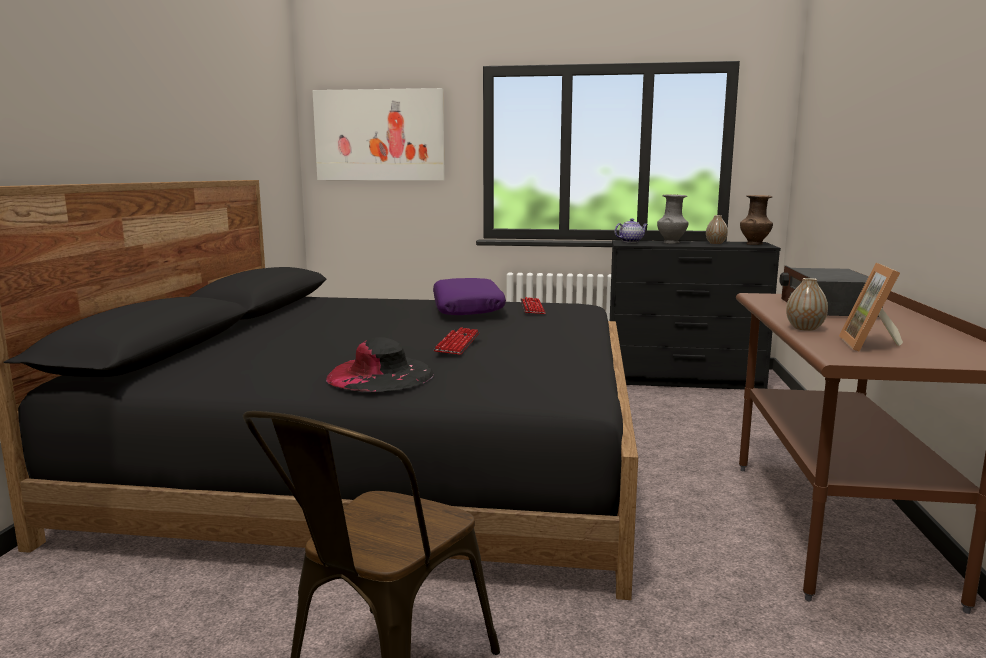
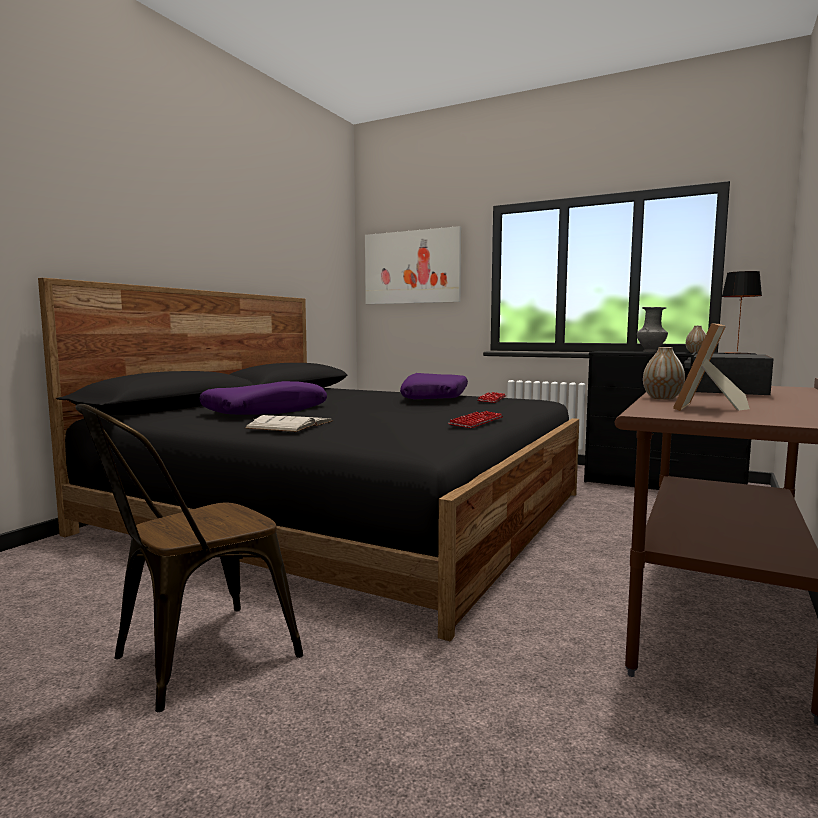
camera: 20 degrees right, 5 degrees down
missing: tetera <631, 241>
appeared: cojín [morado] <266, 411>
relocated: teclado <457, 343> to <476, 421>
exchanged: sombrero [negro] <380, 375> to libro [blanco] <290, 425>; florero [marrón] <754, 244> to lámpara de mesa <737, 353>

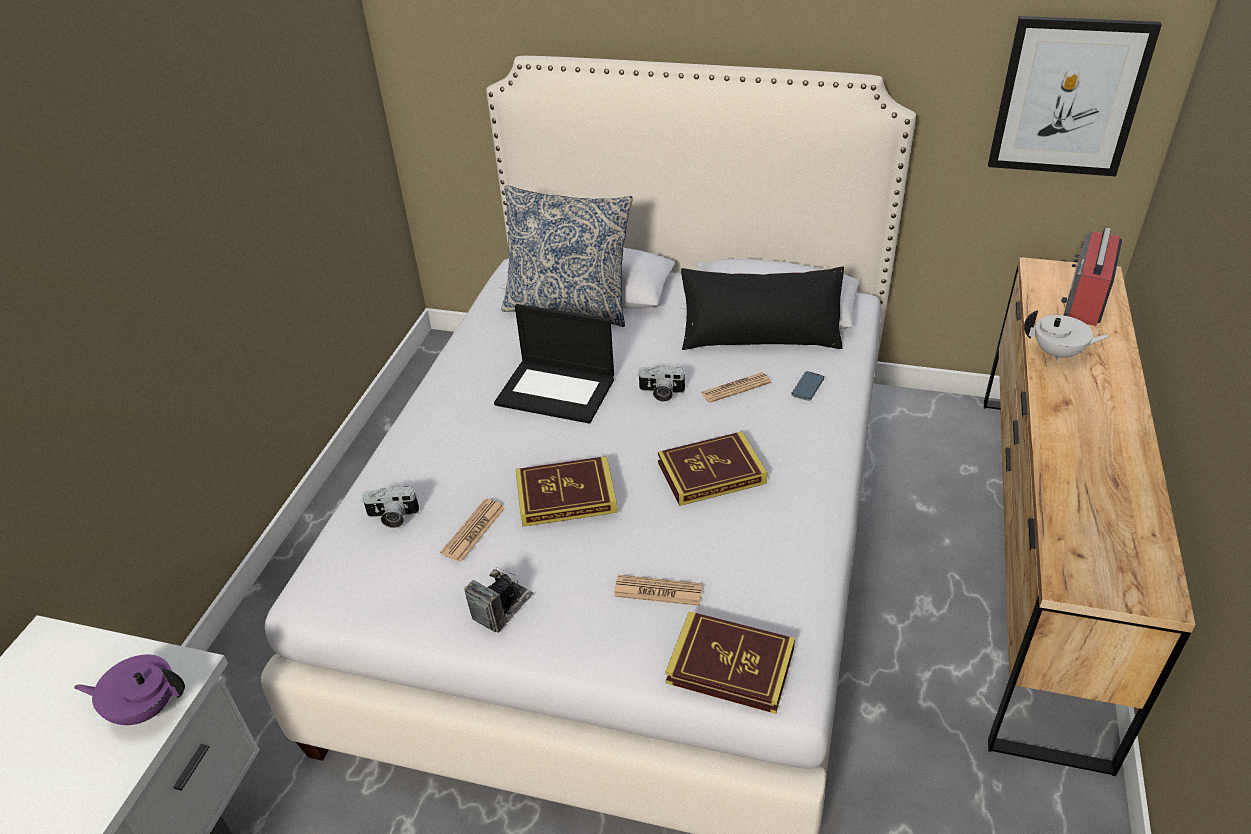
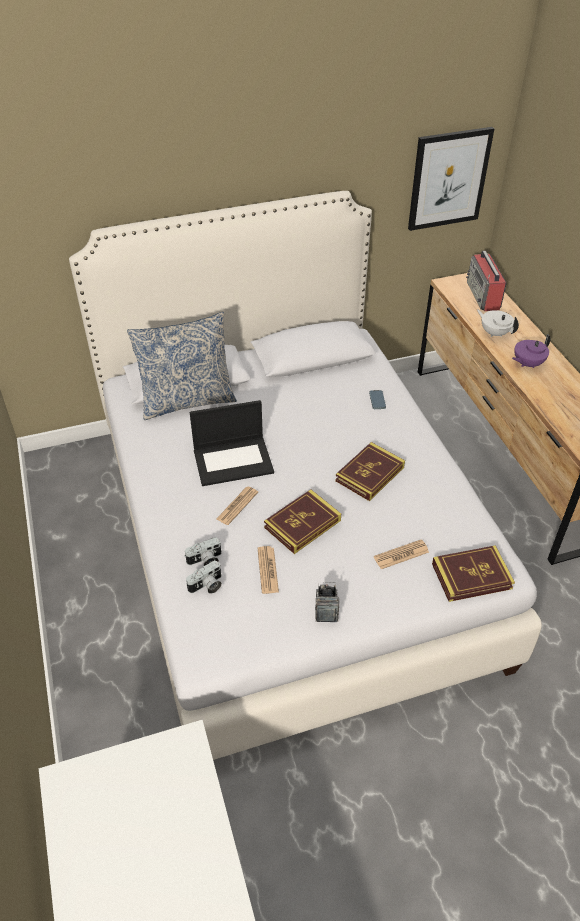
camera: 35 degrees left, 5 degrees up
missing: cojín [negro] <760, 338>
relocated: tetera [morado] <145, 707> to <527, 364>; cámara <661, 393> to <205, 561>; periódico <735, 388> to <237, 506>
spun: tetera [blanco] <1058, 353> = <494, 333> 120 degrees counterclockwise

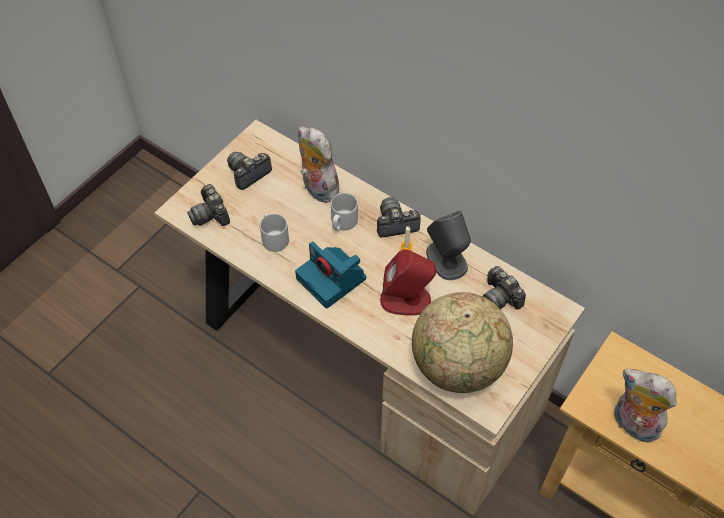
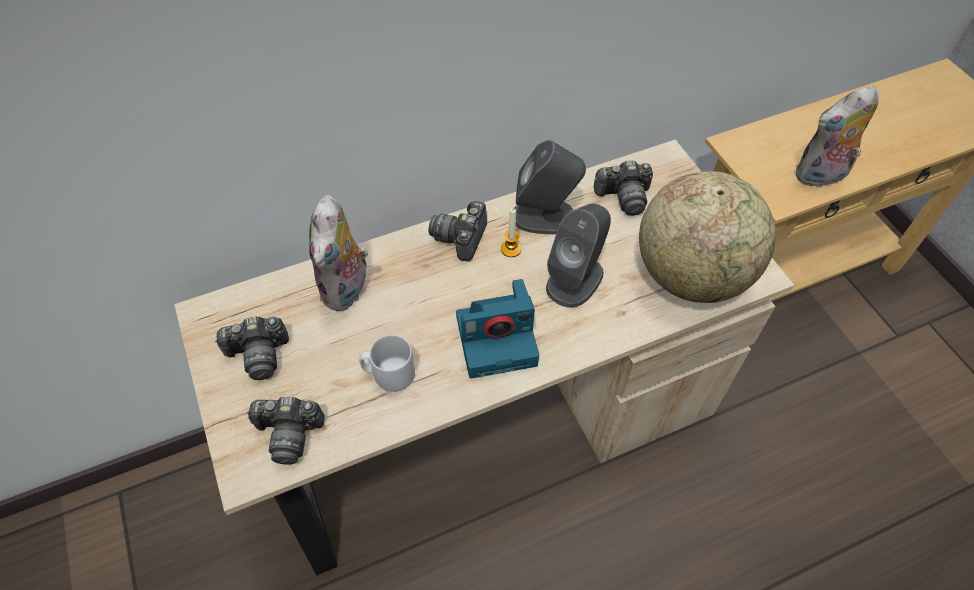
camera: 60 degrees left, 0 degrees up
missing: taza grande [gris] <342, 223>
colour: altavoz [rojo] <406, 300> to altavoz [gris] <575, 279>
spun: cámara <248, 174> = <259, 354> 90 degrees counterclockwise; peluche <317, 188> = <347, 289> 75 degrees counterclockwise

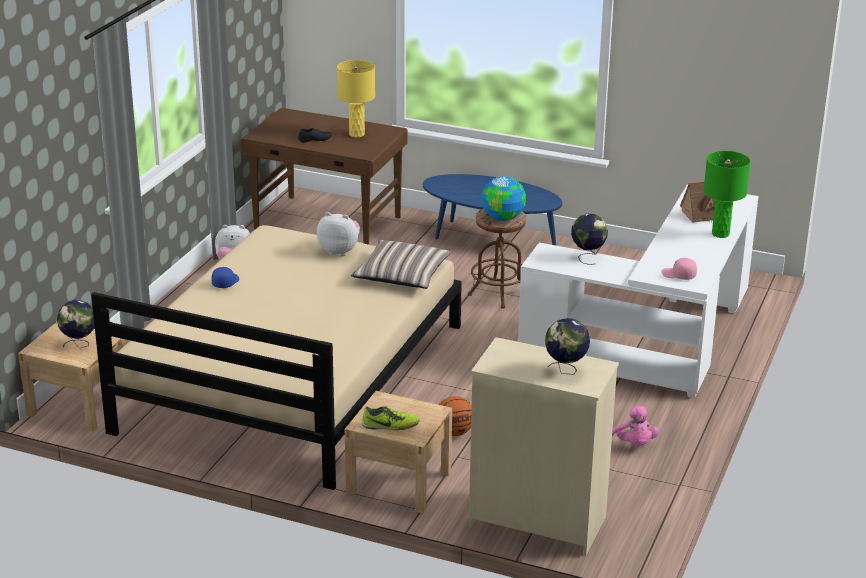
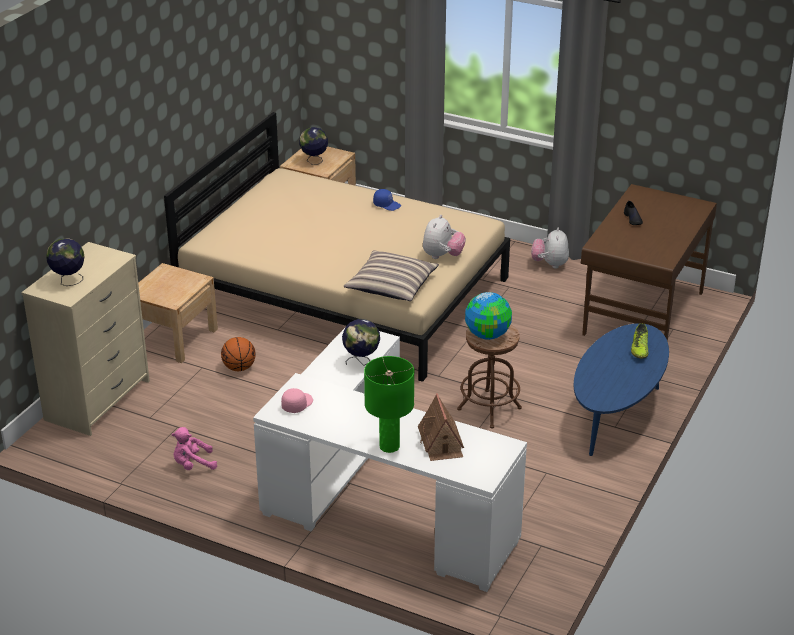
camera: 95 degrees right, 5 degrees up
missing: lámpara de mesa [amarillo] <356, 134>
relocated: zapato <390, 426> to <639, 349>

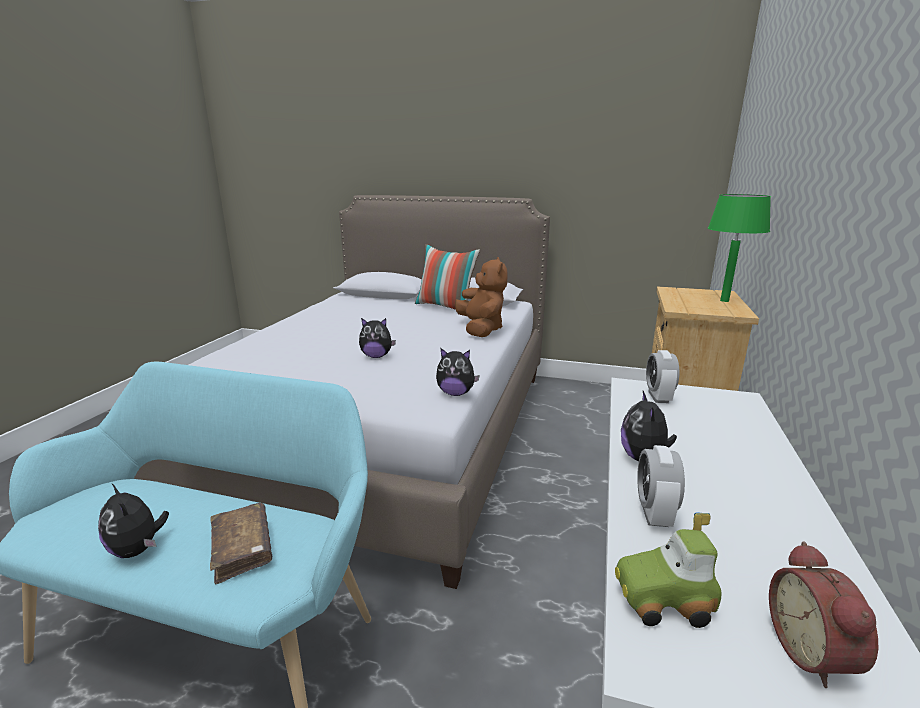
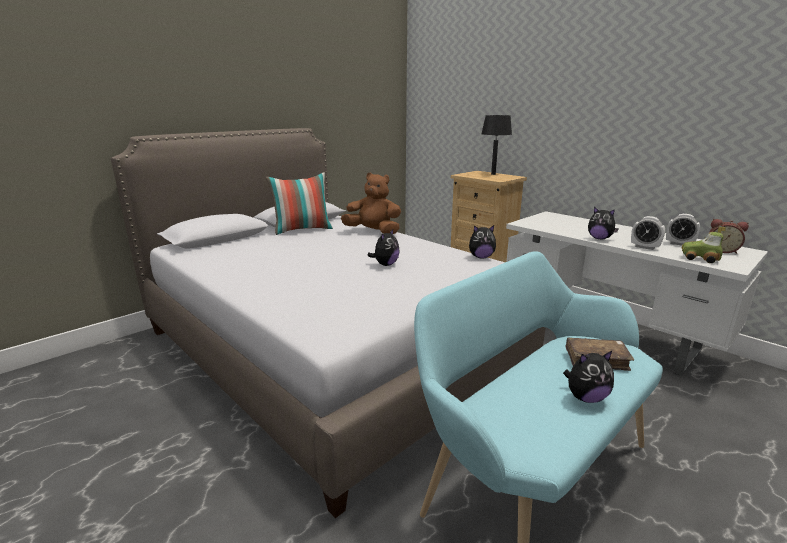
camera: 60 degrees left, 0 degrees up
relocated: despertador <658, 397> to <679, 244>
colour: lámpara de mesa [verde] <724, 300> to lámpara de mesa [negro] <493, 174>
spun: peluche <456, 393> = <481, 257> 45 degrees clockwise; coche de juguete <663, 600> = <700, 258> 90 degrees clockwise

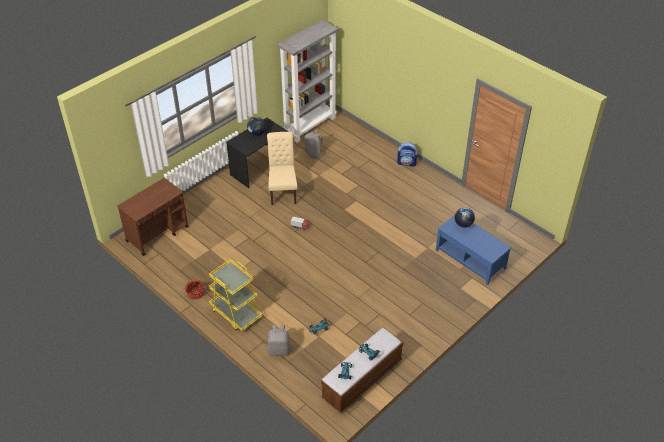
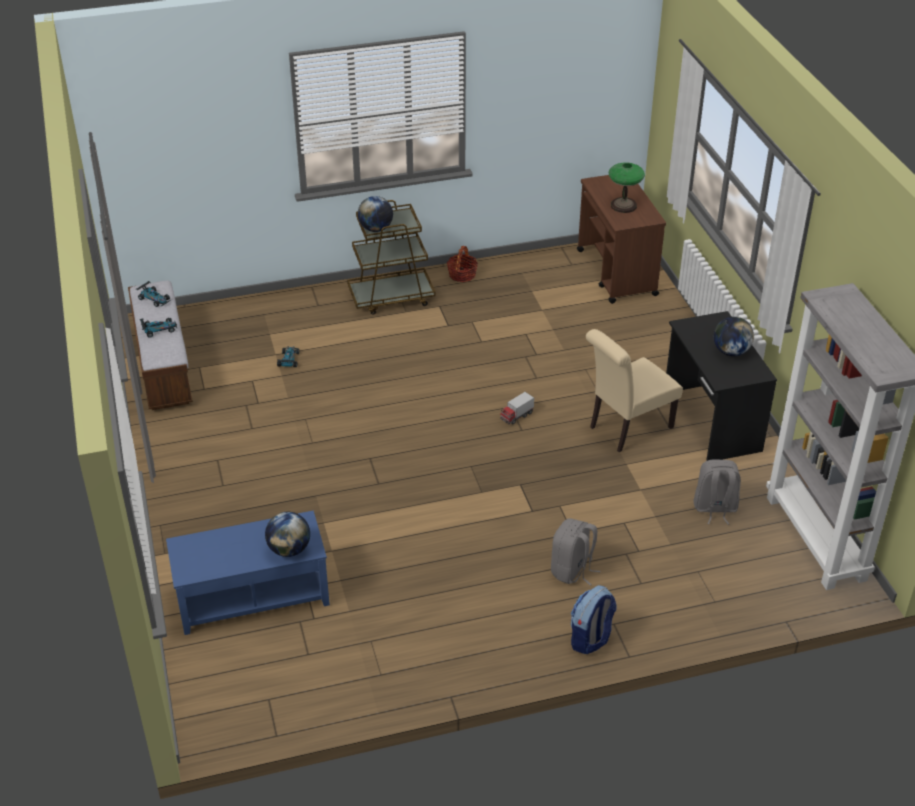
camera: 120 degrees right, 5 degrees down
appeared: globo terráqueo <376, 229>; lámpara de mesa <624, 205>
relocated: mochila [gris] <279, 350> to <572, 570>
colour: carrito [amarillo] <235, 313> to carrito [marrón] <392, 297>
spun: silla [beis] <283, 191> = <626, 428> 120 degrees clockwise

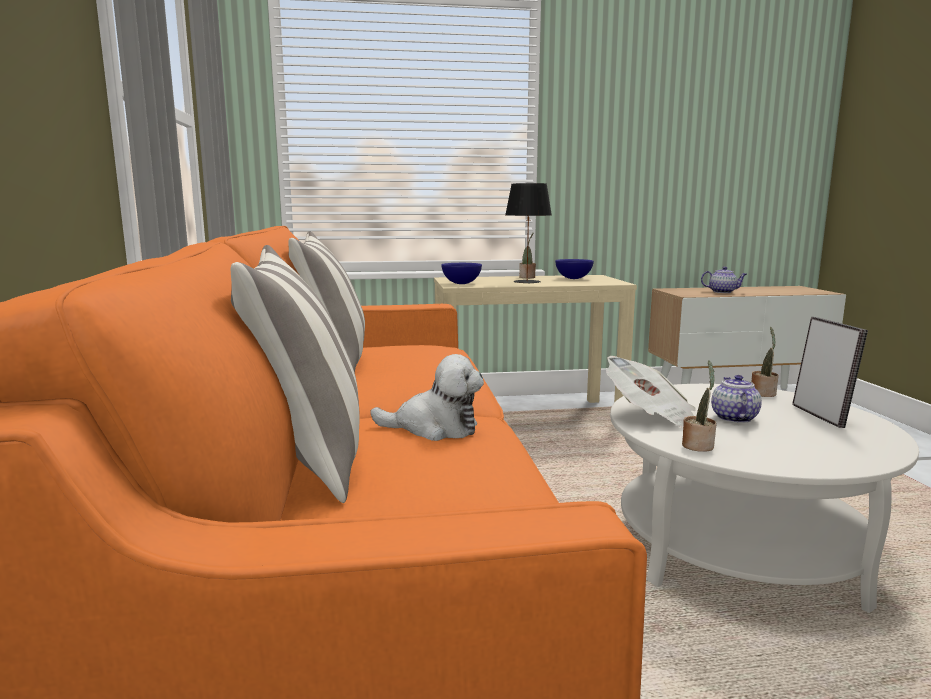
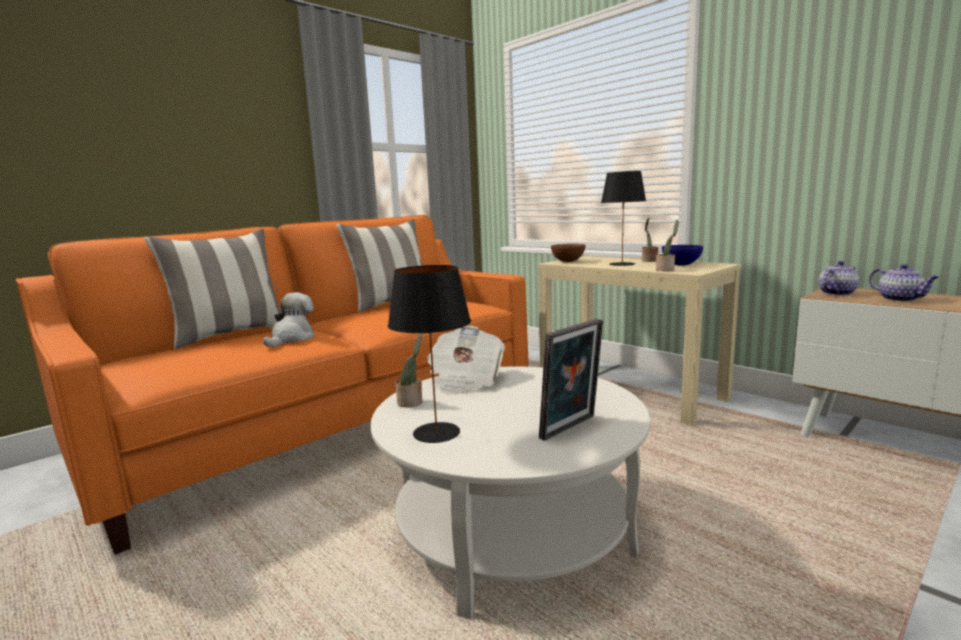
camera: 55 degrees right, 0 degrees up
appeared: lámpara de mesa [negro] <437, 432>
relocated: tetera <733, 418> to <836, 293>; planta en maceta <763, 393> to <666, 270>
colour: cuenco [azul] <462, 283> to cuenco [marrón] <568, 261>
spun: peluche <434, 428> = <292, 338> 135 degrees counterclockwise

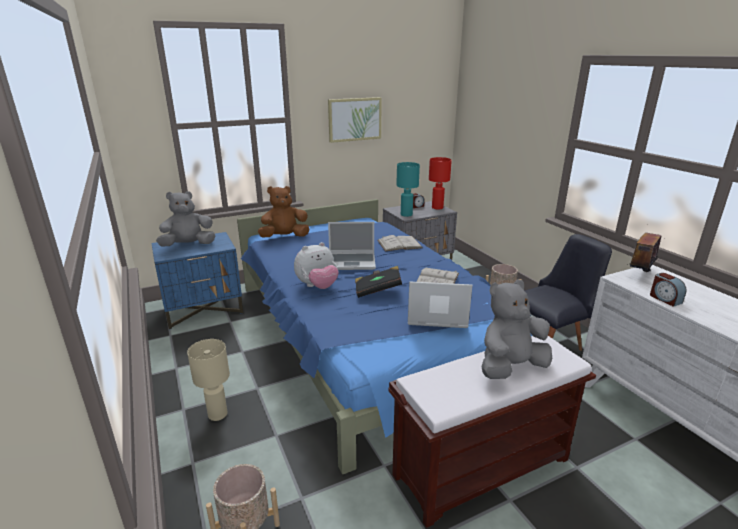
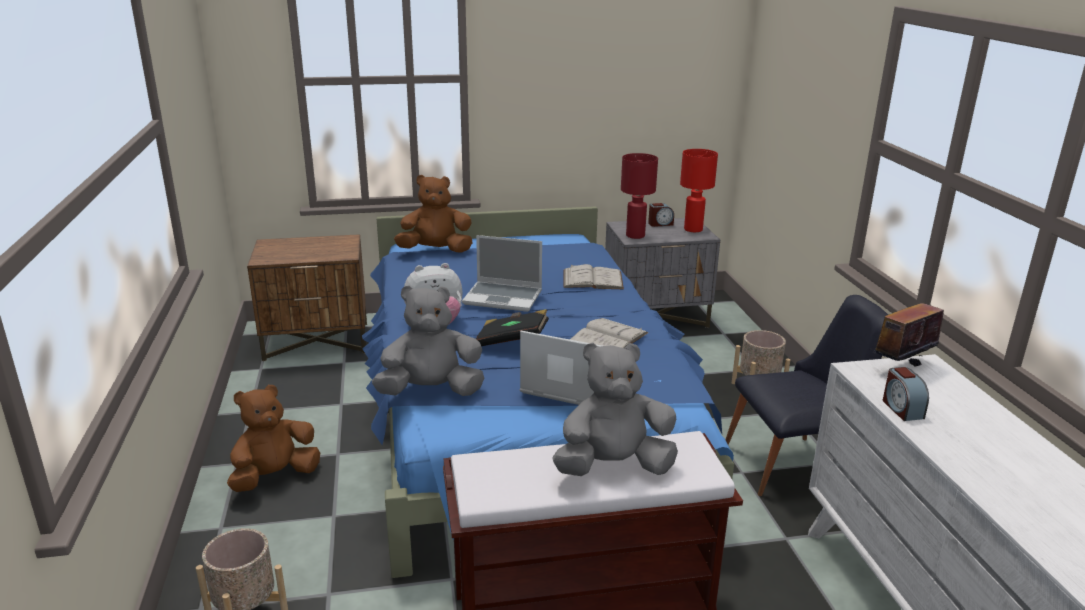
camera: 15 degrees right, 0 degrees up
missing: cuadro <354, 119>
relocated: peluche [gris] <188, 245> to <431, 391>
exchanged: lámpara de mesa [beis] <218, 414> to peluche [marrón] <275, 477>
colour: mesita de noche [azul] <204, 310> to mesita de noche [marrón] <317, 341>; lámpara de mesa [turquesa] <406, 214> to lámpara de mesa [rojo] <635, 235>

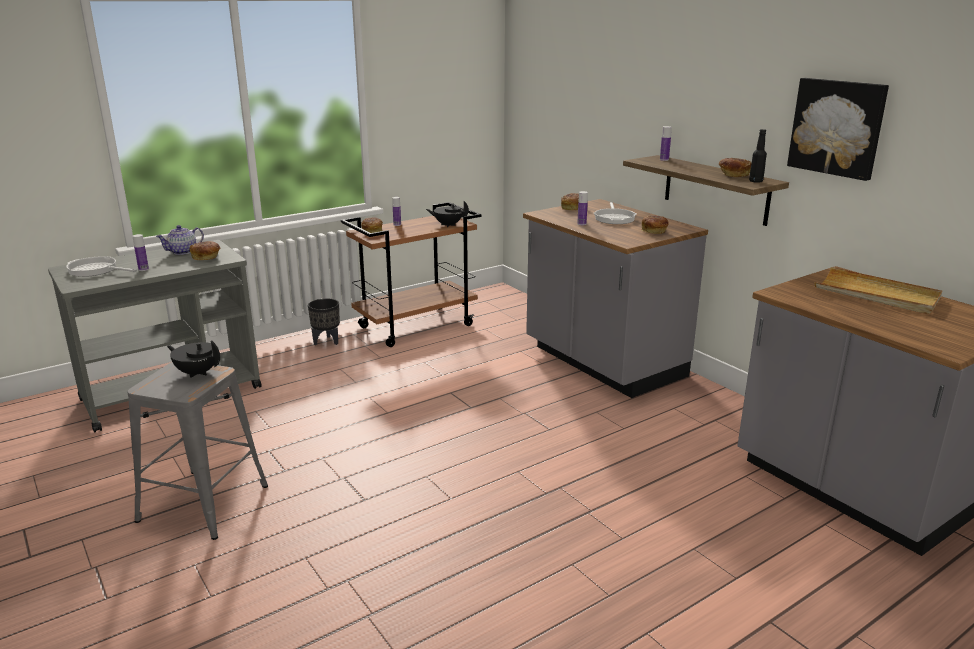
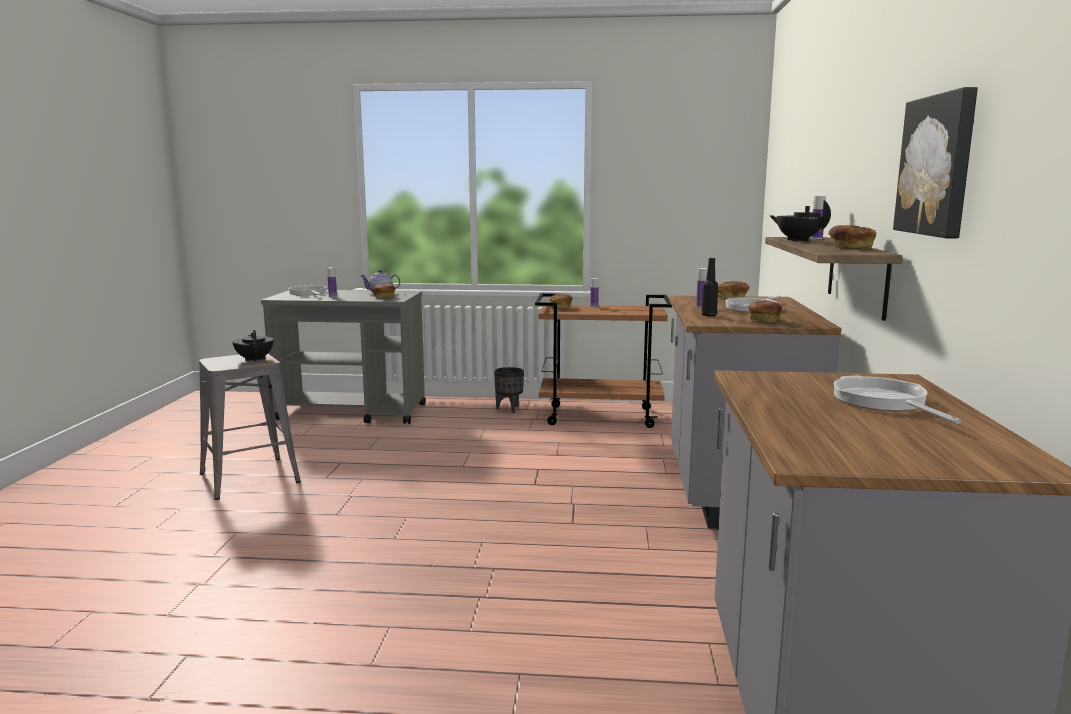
camera: 40 degrees right, 10 degrees down
relocated: tetera [negro] <448, 225> to <798, 240>; botella [negro] <755, 181> to <709, 315>
exchanged: bandeja [beis] <876, 295> to sartén <883, 402>

